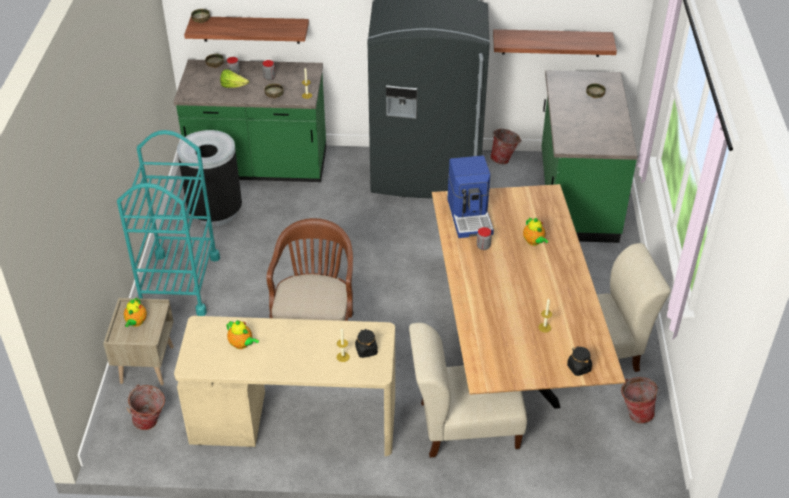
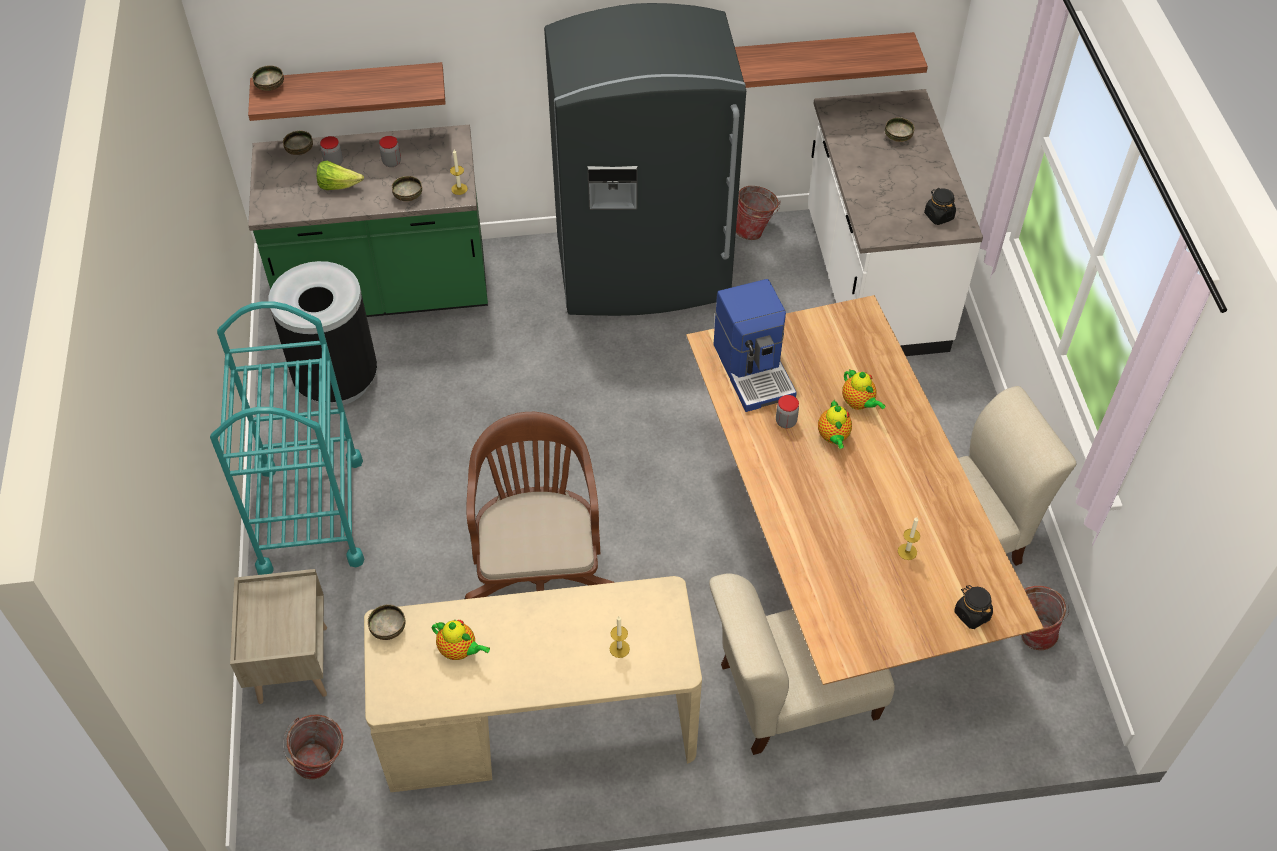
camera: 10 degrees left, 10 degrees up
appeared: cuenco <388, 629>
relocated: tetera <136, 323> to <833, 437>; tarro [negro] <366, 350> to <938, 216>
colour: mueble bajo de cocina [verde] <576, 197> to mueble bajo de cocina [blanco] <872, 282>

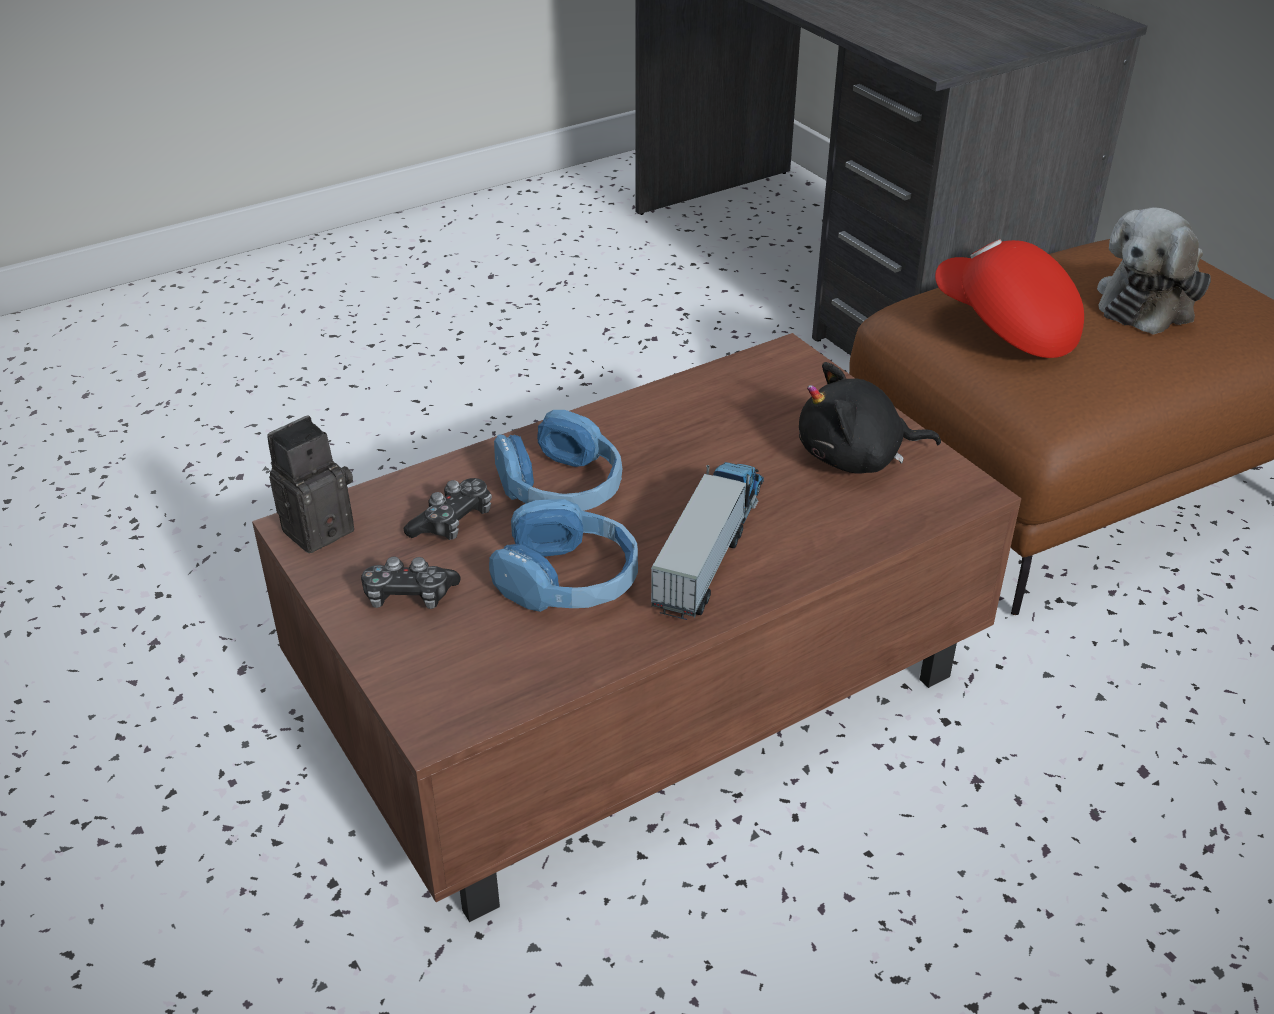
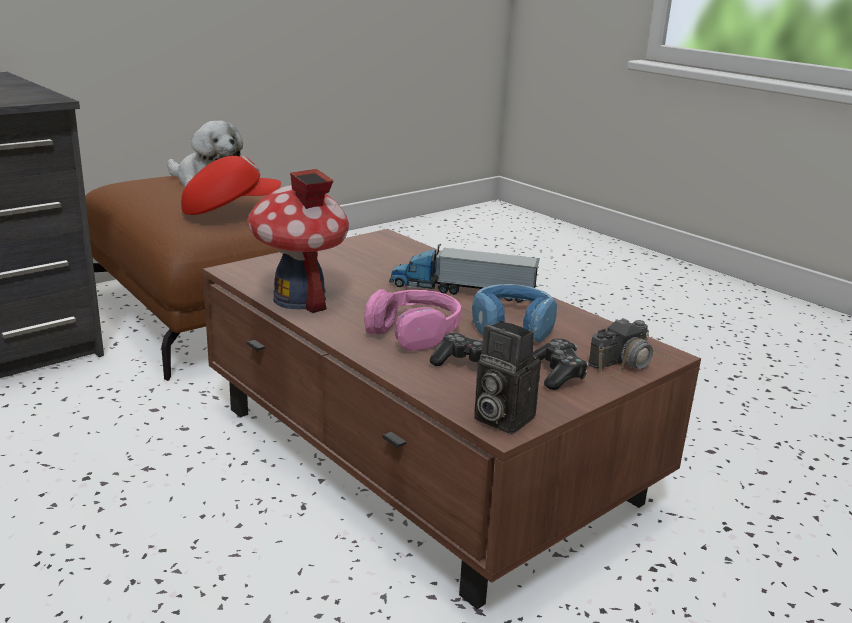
camera: 100 degrees left, 15 degrees down
missing: peluche [negro] <856, 458>
appeared: casita <299, 299>; cámara <630, 362>
colour: auriculares [azul] <560, 487> to auriculares [rosa] <414, 332>
spun: gorra [rojo] <1004, 326> = <229, 209> 150 degrees counterclockwise

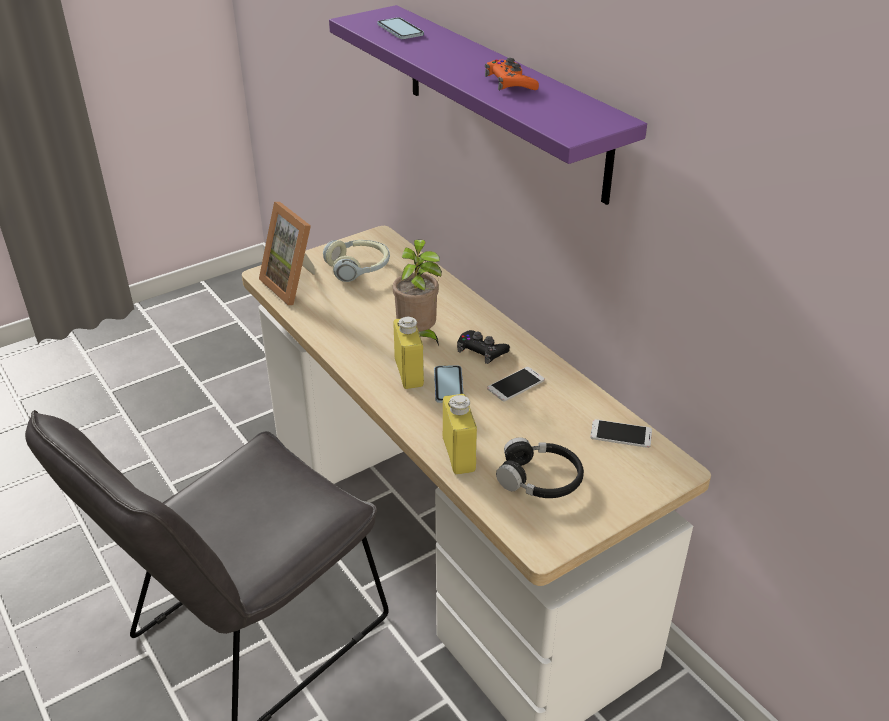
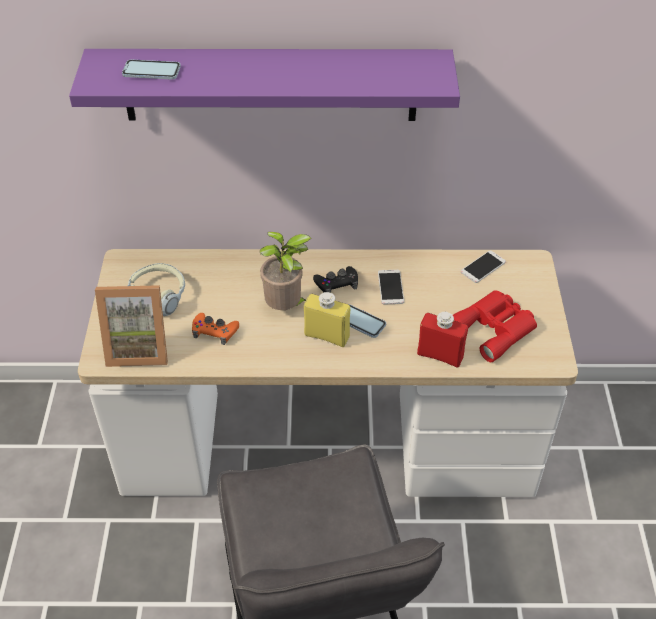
camera: 55 degrees left, 10 degrees up
relocated: mando de consola [naranja] <510, 83> to <214, 331>
exchanged: auriculares [negro] <540, 479> to prismáticos [rojo] <495, 328>
colour: botella [amarillo] <459, 455> to botella [rojo] <440, 355>

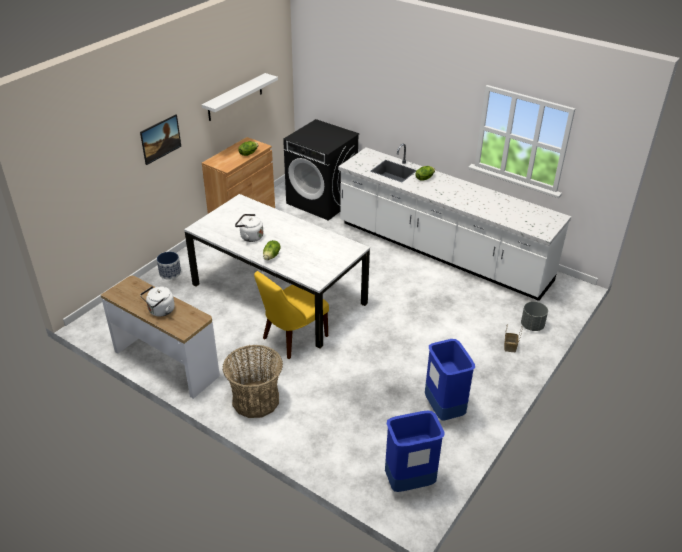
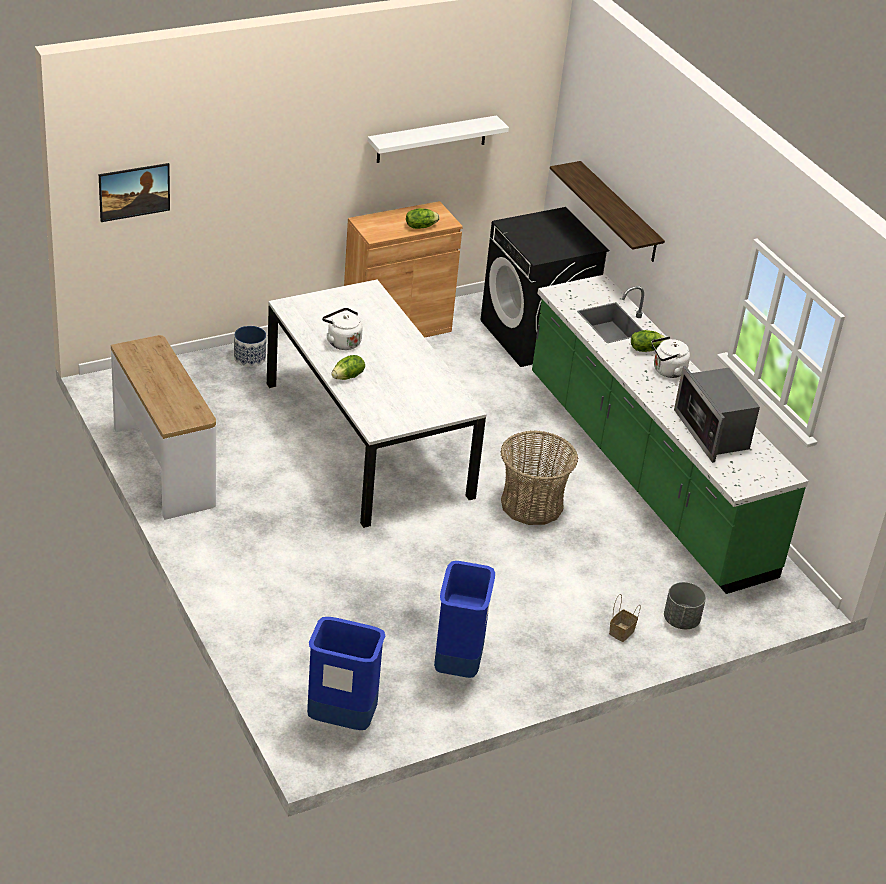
camera: 25 degrees right, 0 degrees up
missing: silla [amarillo] <292, 338>
appeared: estante <619, 212>; microondas <713, 432>
relocated: cuadro <162, 147> to <134, 203>; hervidor [blanco] <160, 311> to <667, 371>; cesta <256, 400> to <532, 504>
colour: mueble bajo de cocina [blanco] <441, 252> to mueble bajo de cocina [verde] <645, 474>

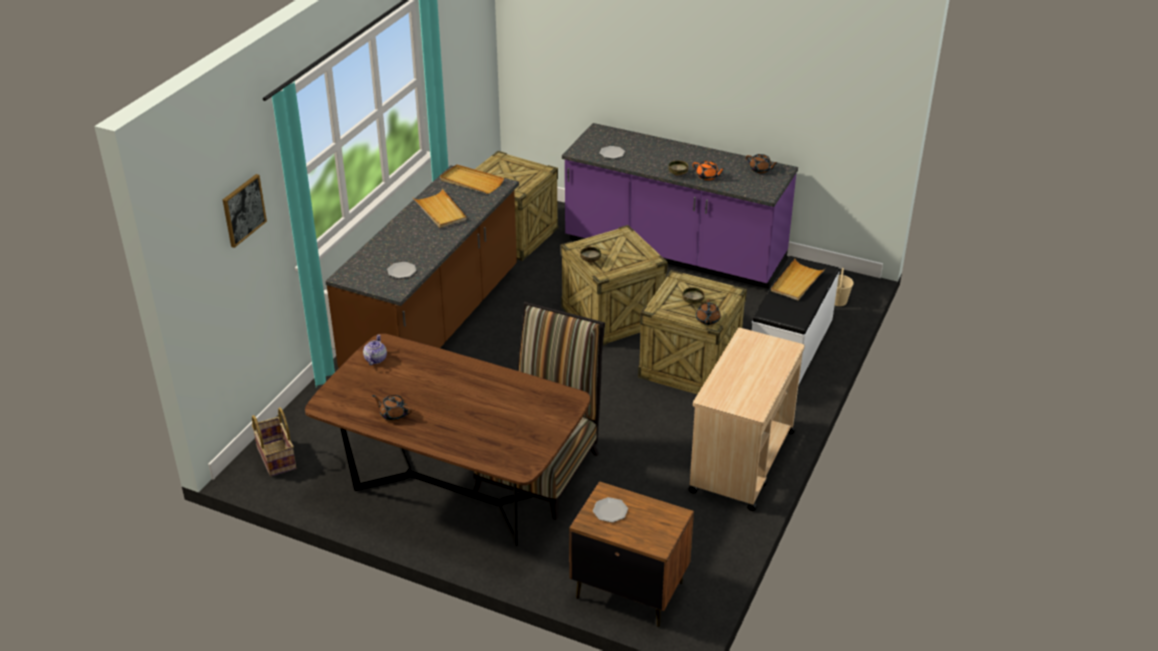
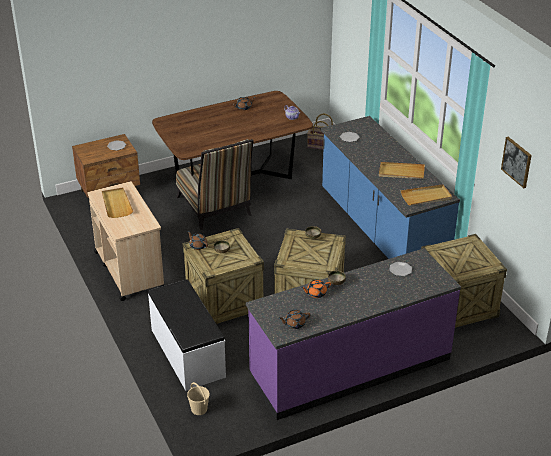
camera: 130 degrees right, 0 degrees up
relocated: cuadro <243, 210> to <517, 162>; bandeja [beis] <796, 282> to <116, 204>
colour: mueble bajo de cocina [marrón] <435, 324> to mueble bajo de cocina [azul] <381, 230>

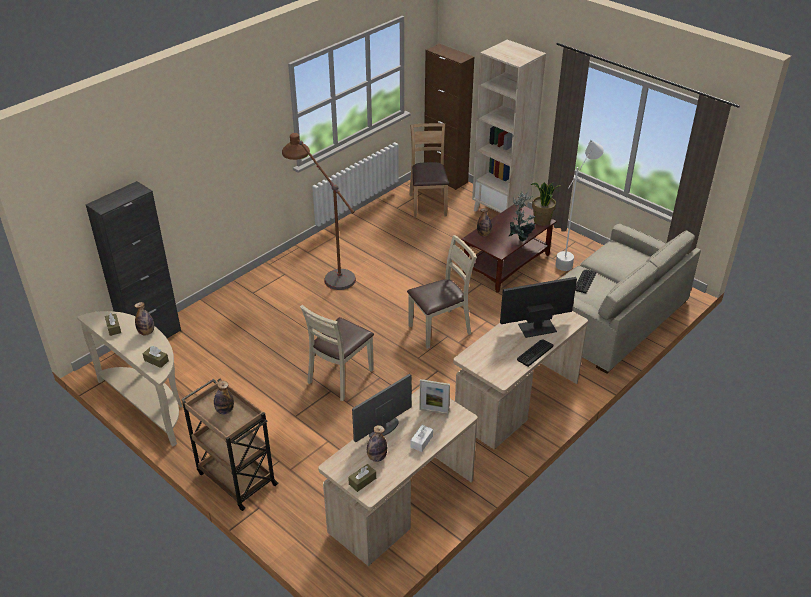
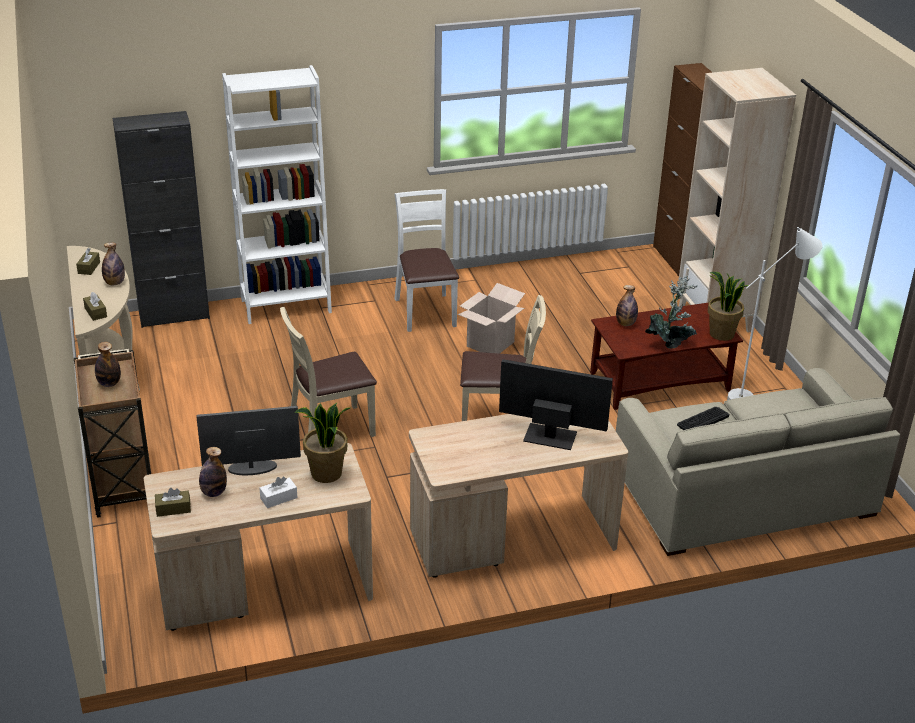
camera: 30 degrees right, 5 degrees down
missing: silla [marrón] <428, 204>; teclado <534, 353>
appeared: estantería [blanco] <286, 306>; caja de cartón <490, 344>
exchanged: lámpara de pie [marrón] <325, 270> to silla [blanco] <425, 312>; portarretratos <434, 411> to planta en maceta <326, 474>

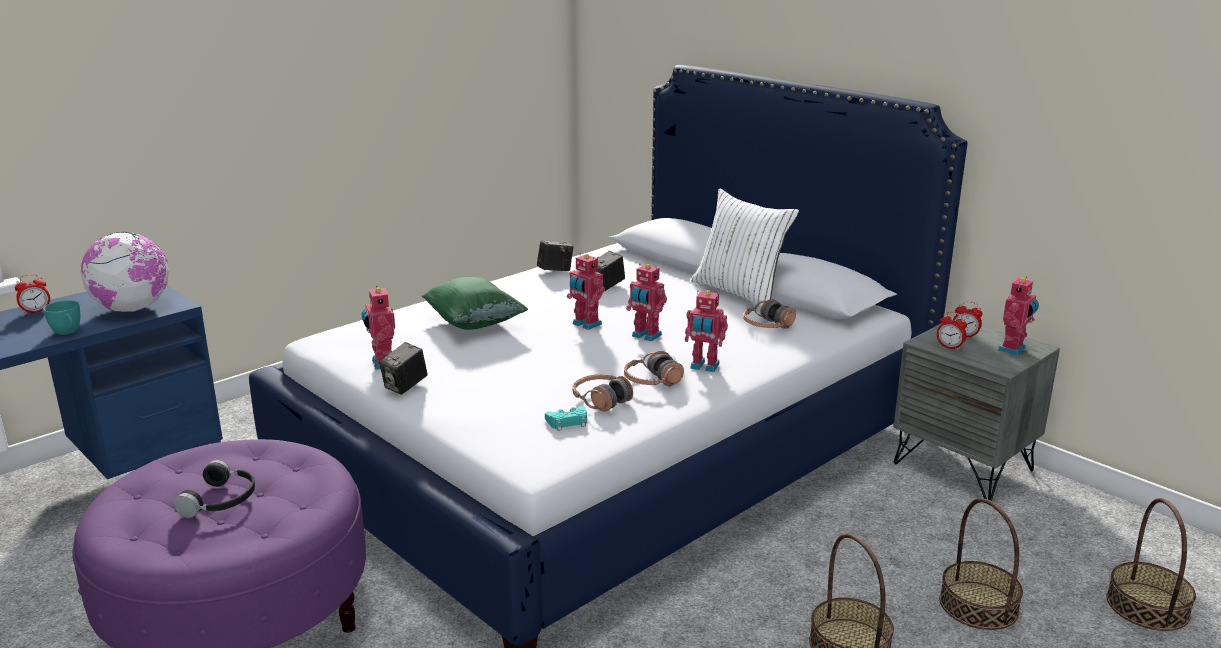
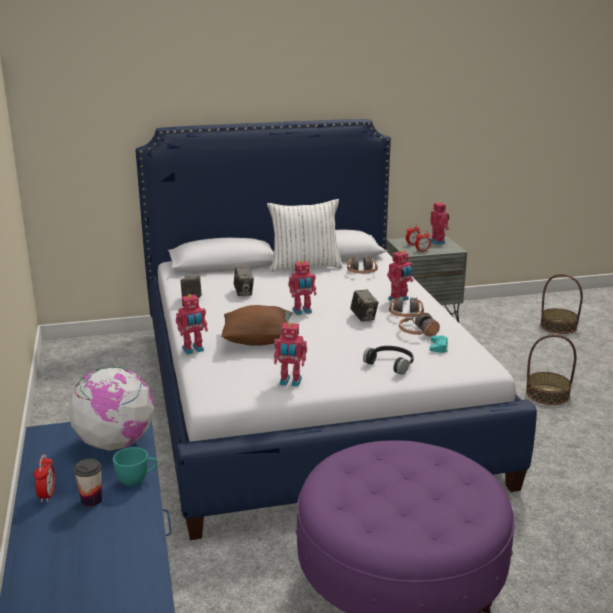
camera: 60 degrees left, 0 degrees up
missing: cesta <978, 605>
appeared: taza <91, 500>
relocated: auriculares [negro] <222, 500> to <391, 364>; cámara <405, 387> to <363, 317>; robot de juguete <645, 336> to <193, 350>
colour: cojín [verde] <474, 323> to cojín [marrón] <258, 340>

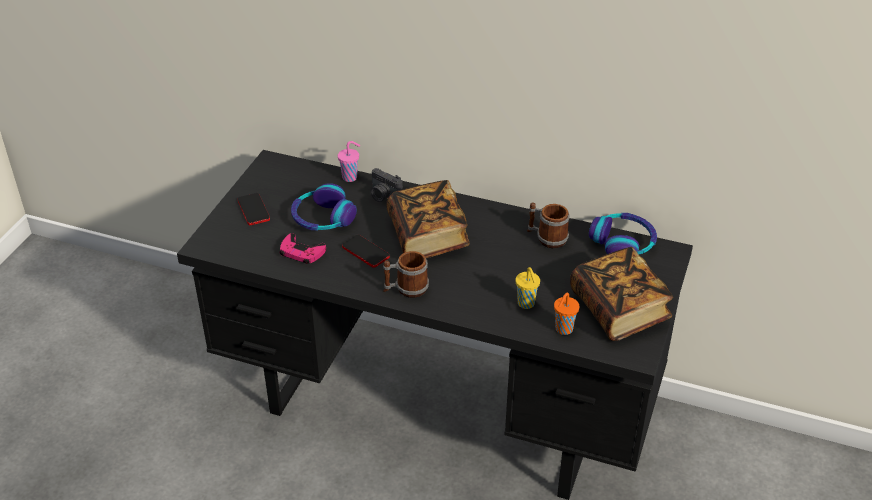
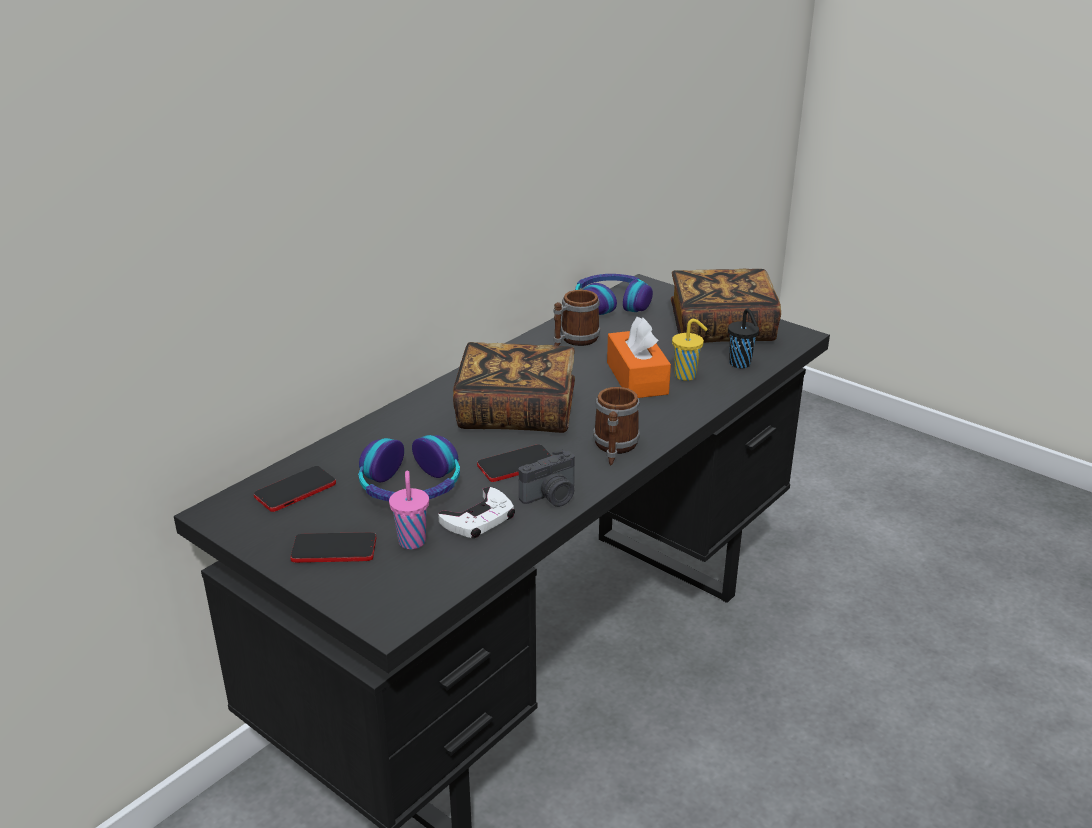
camera: 70 degrees left, 10 degrees down
appeared: móvil <295, 490>; caja de pañuelos [naranja] <637, 378>
relocated: taza [rosa] <350, 177> to <412, 540>; cámara <384, 196> to <551, 497>
colour: mando de consola [rosa] <301, 252> to mando de consola [blanco] <479, 519>; taza [naranja] <563, 330> to taza [negro] <741, 364>

